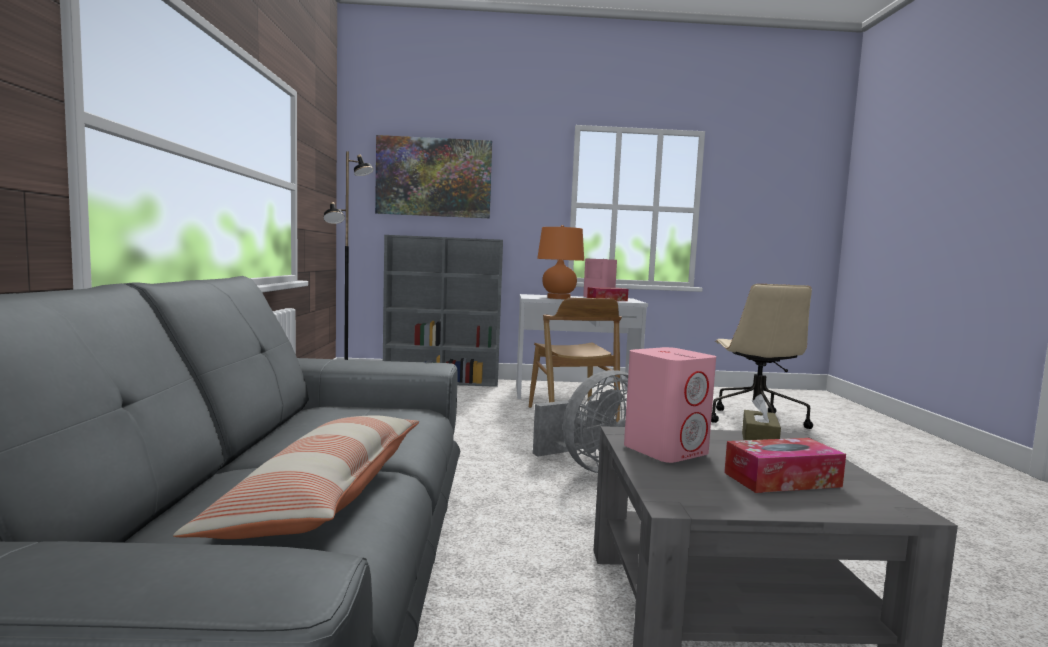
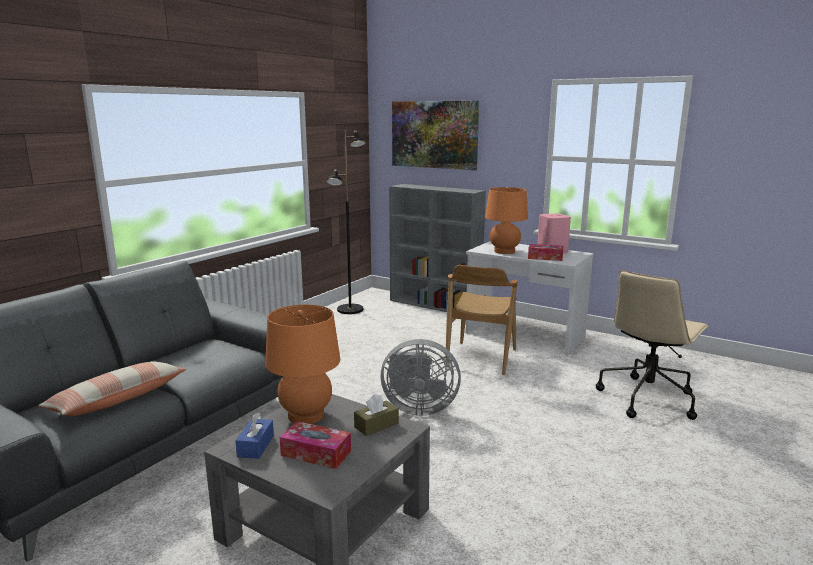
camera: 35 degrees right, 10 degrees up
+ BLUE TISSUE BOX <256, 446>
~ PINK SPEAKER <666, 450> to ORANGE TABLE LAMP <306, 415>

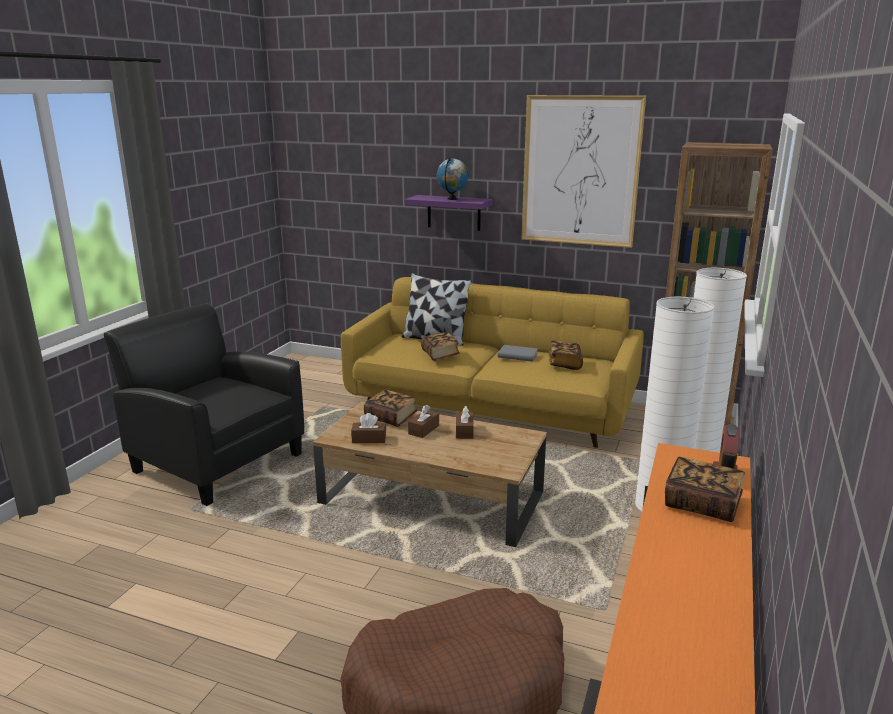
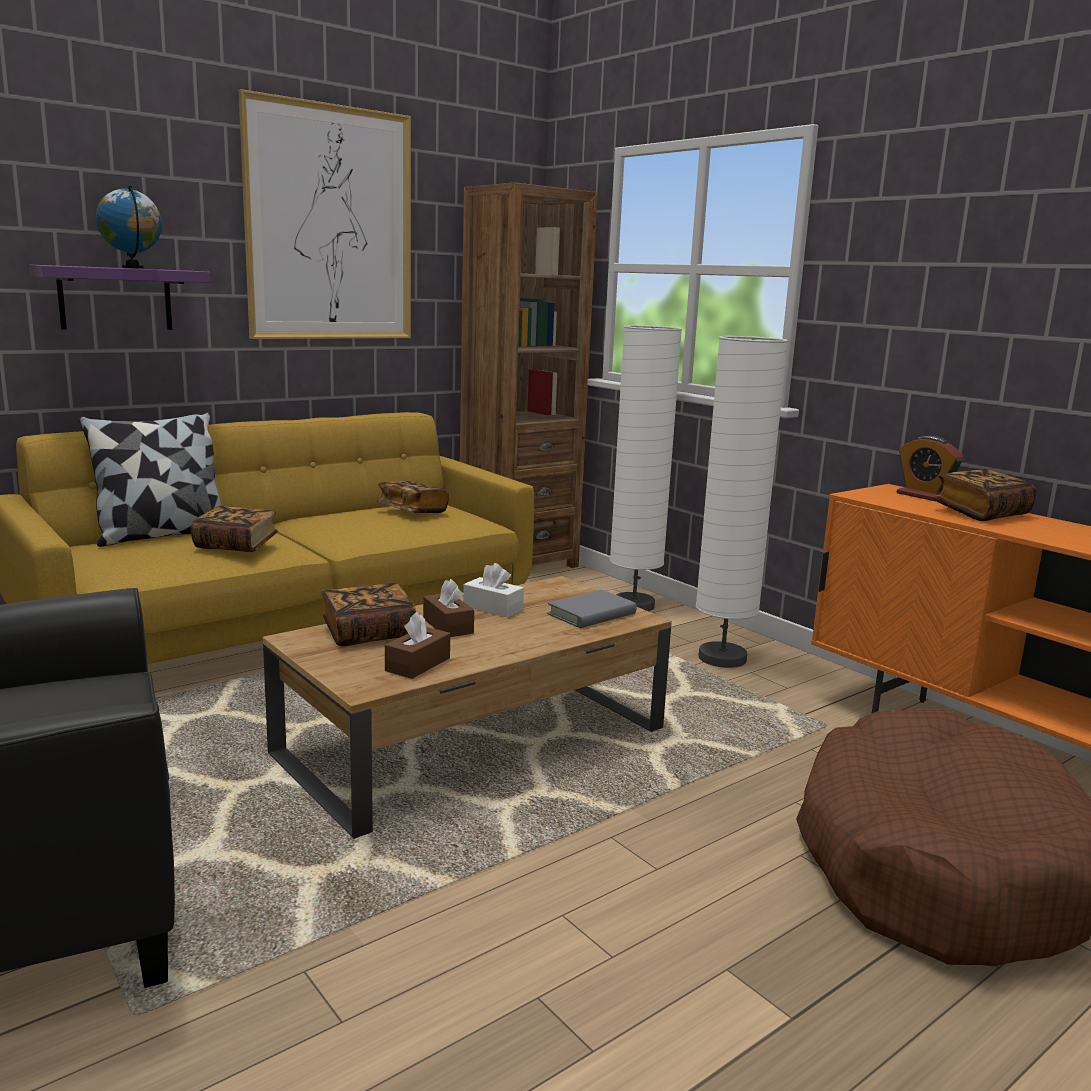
camera: 60 degrees left, 5 degrees down
~ GREY BOOK <517, 355> to <591, 614>
~ BROWN TISSUE BOX <464, 431> to WHITE TISSUE BOX <493, 608>

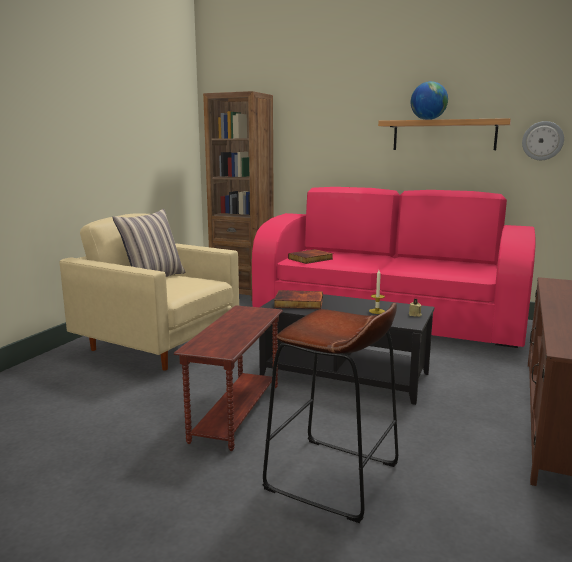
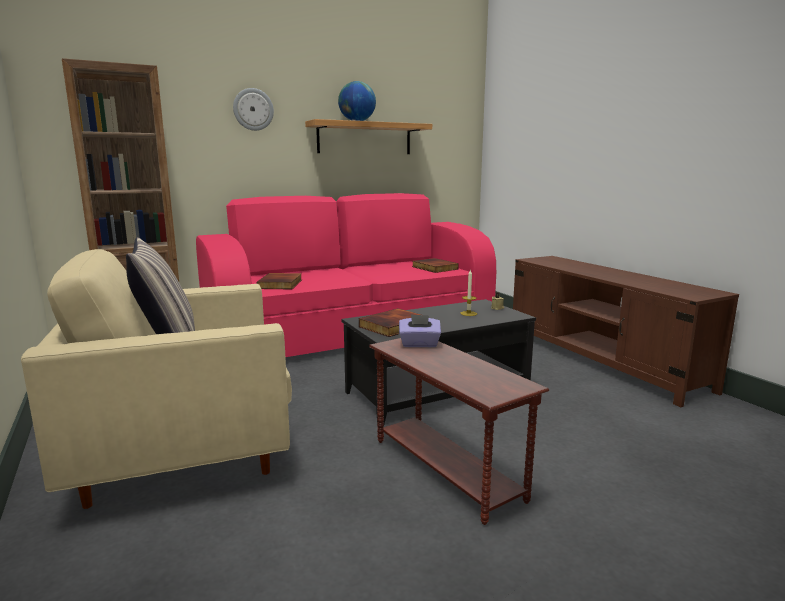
camera: 50 degrees left, 0 degrees up
- BROWN STOOL <332, 477>
+ PURPLE TISSUE BOX <419, 344>
+ BOOK <434, 268>
~ WALL CLOCK <542, 140> to <253, 109>

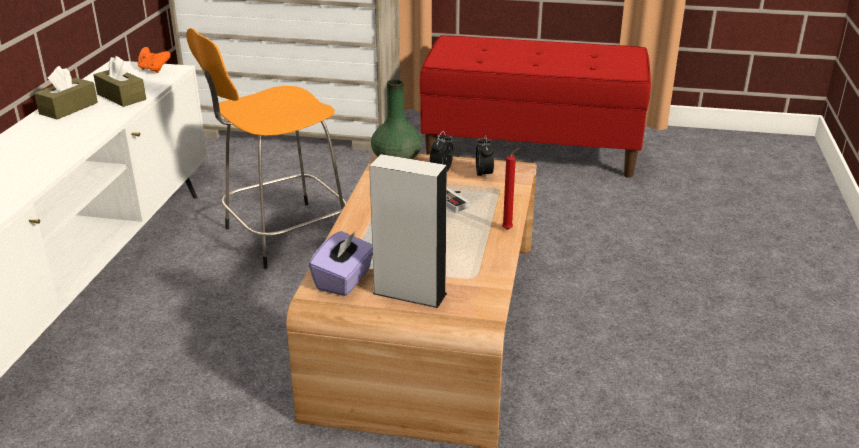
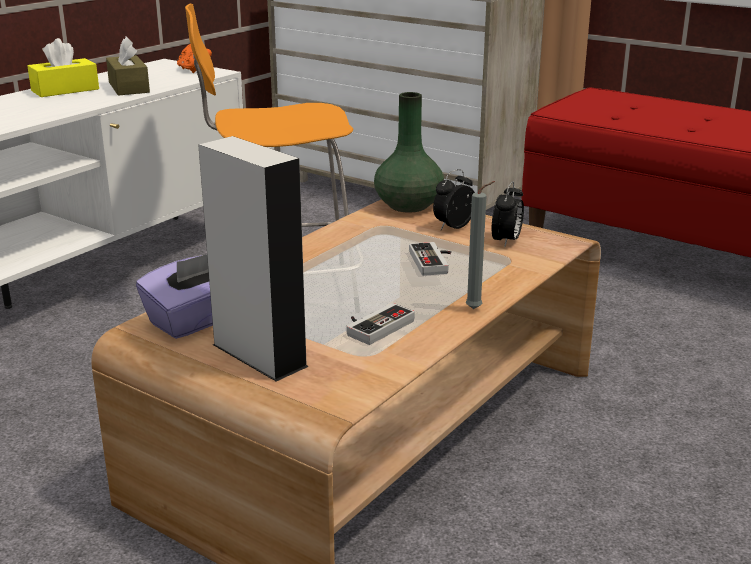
camera: 25 degrees right, 5 degrees down
+ GAME CONTROLLER <375, 326>
~ BROWN TISSUE BOX <68, 108> to YELLOW TISSUE BOX <65, 90>
~ RED CANDLE <509, 229> to GREY CANDLE <476, 309>

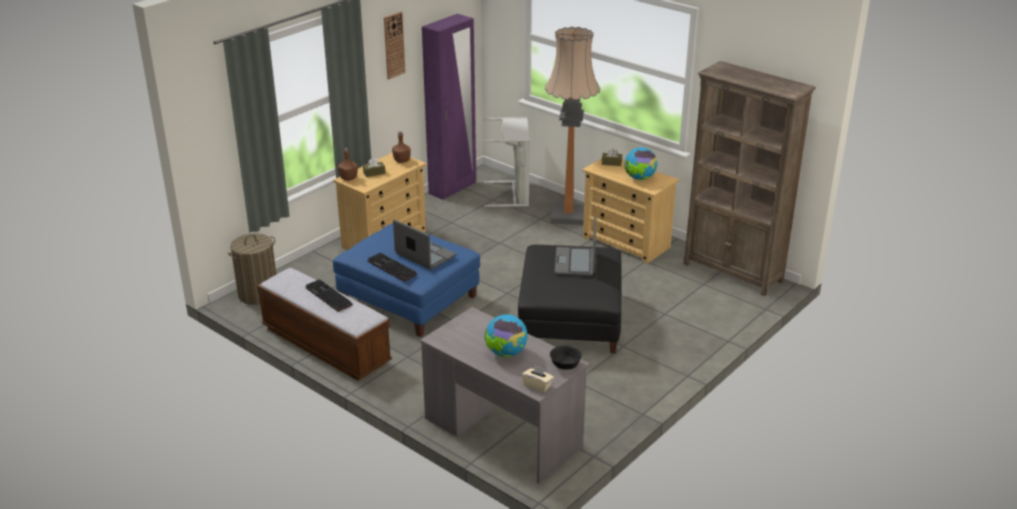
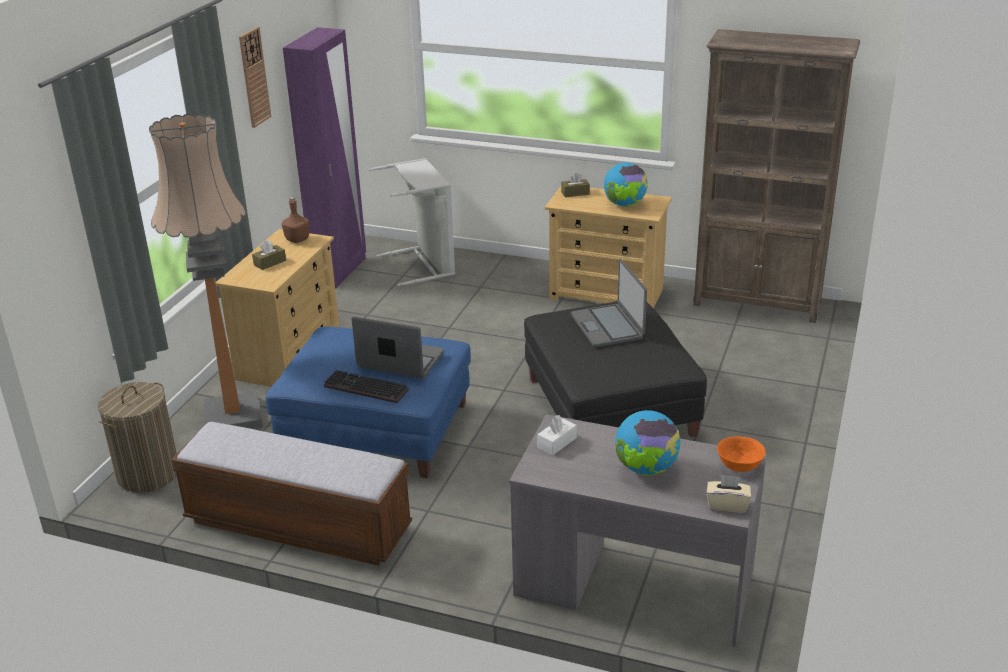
camera: 20 degrees left, 0 degrees up
- KEYBOARD <327, 296>
- BROWN BOTTLE <348, 178>
+ WHITE TISSUE BOX <557, 443>
~ FLOOR LAMP <568, 216> to <233, 416>
~ BLACK BOWL <565, 365> to ORANGE BOWL <739, 466>

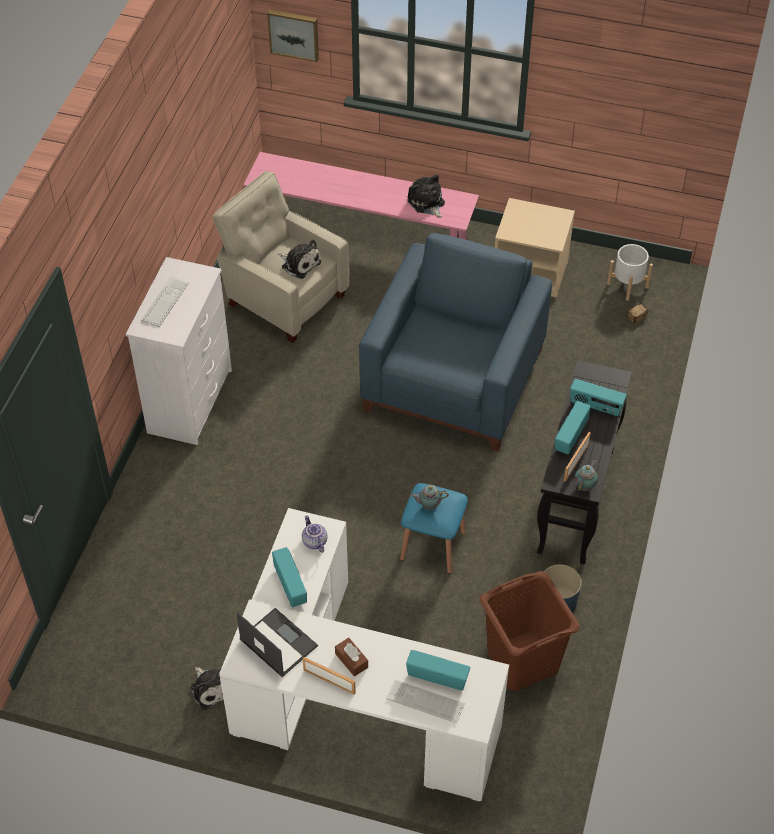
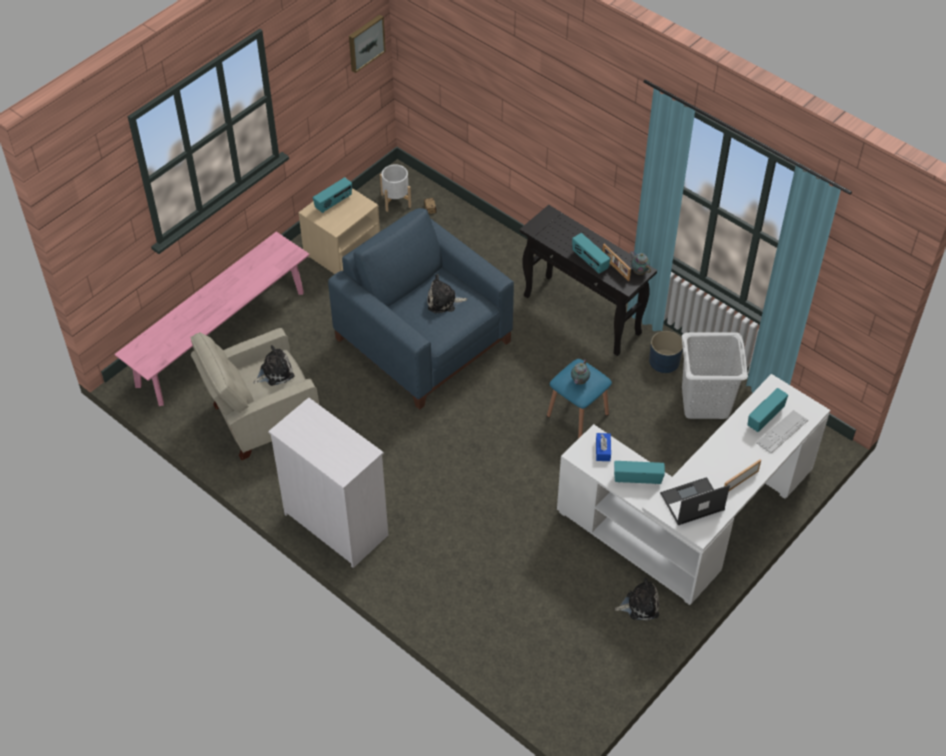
camera: 65 degrees left, 0 degrees up
- KEYBOARD <165, 302>
- BROWN TISSUE BOX <351, 660>
~ PICTURE <294, 34> to <365, 42>
~ PLUSH TOY <426, 203> to <444, 302>
~ RADIO <595, 406> to <333, 203>
~ TEAPOT <314, 542> to BLUE TISSUE BOX <603, 450>
~ BROWN LAUNDRY BASKET <522, 661> to WHITE LAUNDRY BASKET <705, 402>

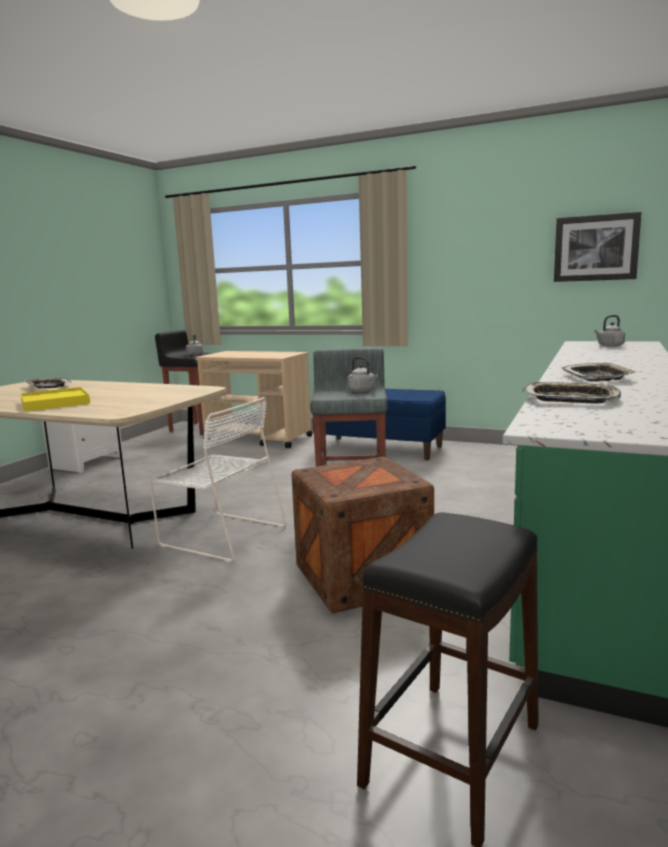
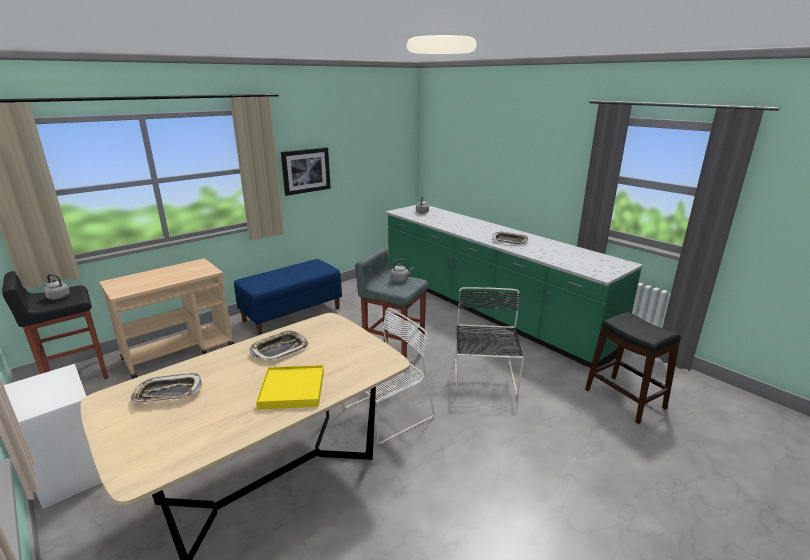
camera: 65 degrees left, 10 degrees up
~ TRAY <570, 399> to <279, 349>
~ PICTURE <595, 248> to <306, 171>
~ CRATE <362, 577> to BLACK CHAIR <484, 378>

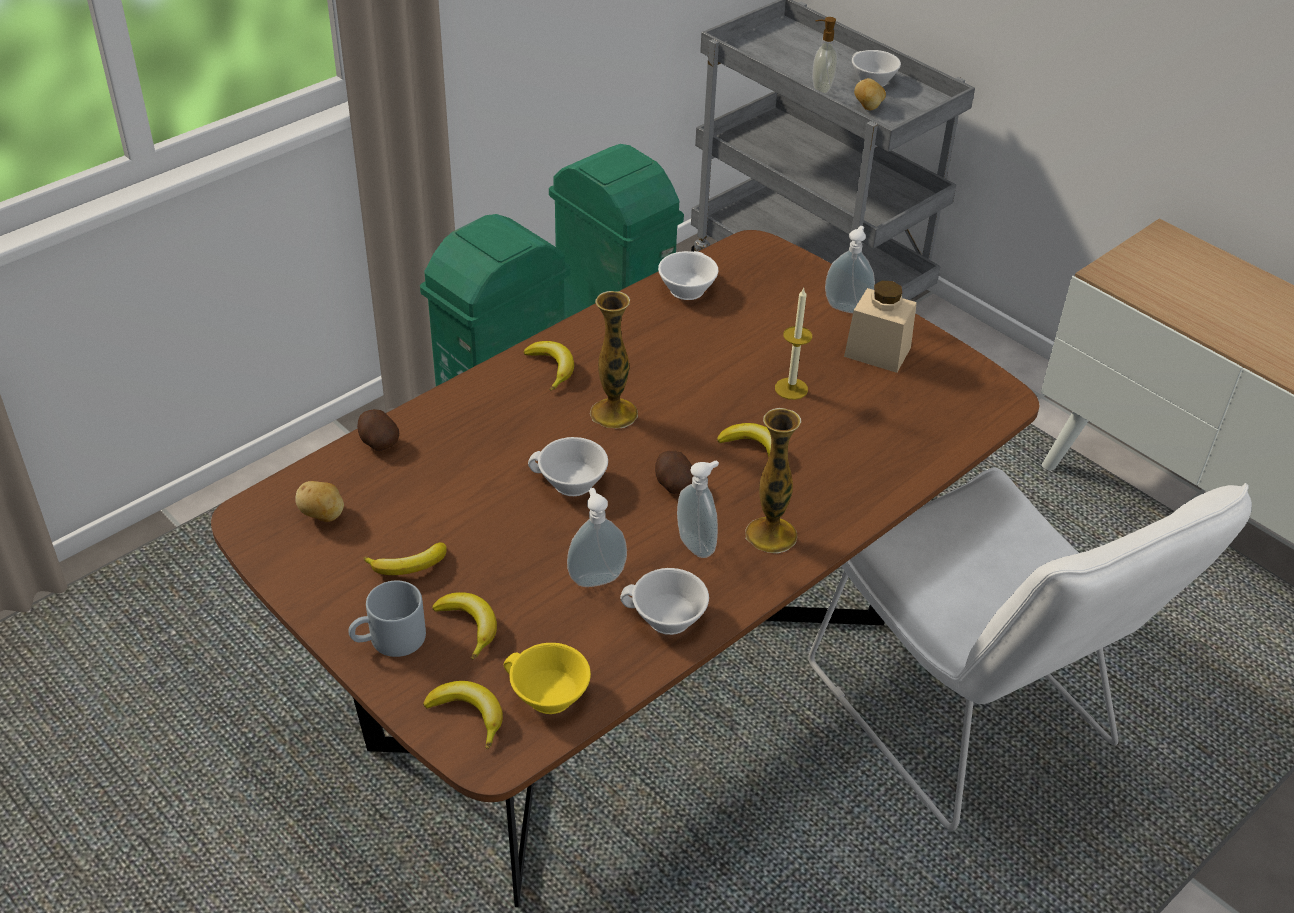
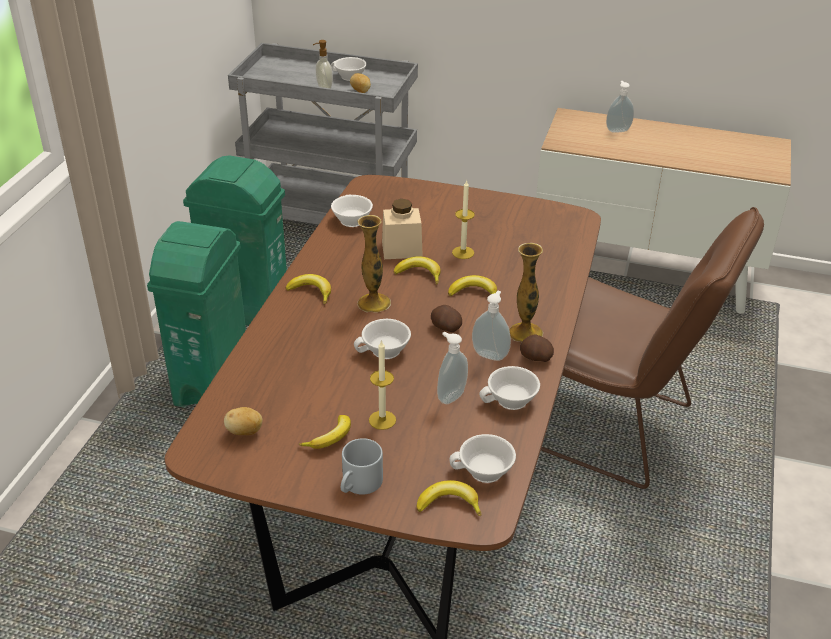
camera: 30 degrees left, 5 degrees down
+ CANDLE <382, 420>
~ POTATO <377, 442> to <535, 358>
~ BANANA <469, 626> to <419, 274>
~ SOAP DISPENSER <847, 307> to <617, 130>
~ BEIGE JAR <877, 352> to <402, 250>
~ YELLOW CUP <546, 696> to WHITE CUP <484, 472>
~ WHITE CHAIR <972, 720> to BROWN CHAIR <609, 426>

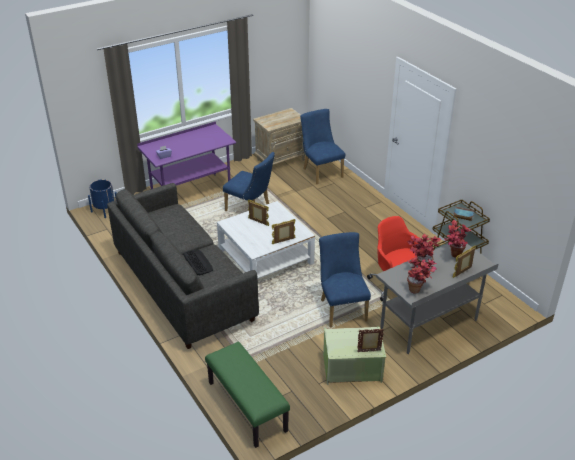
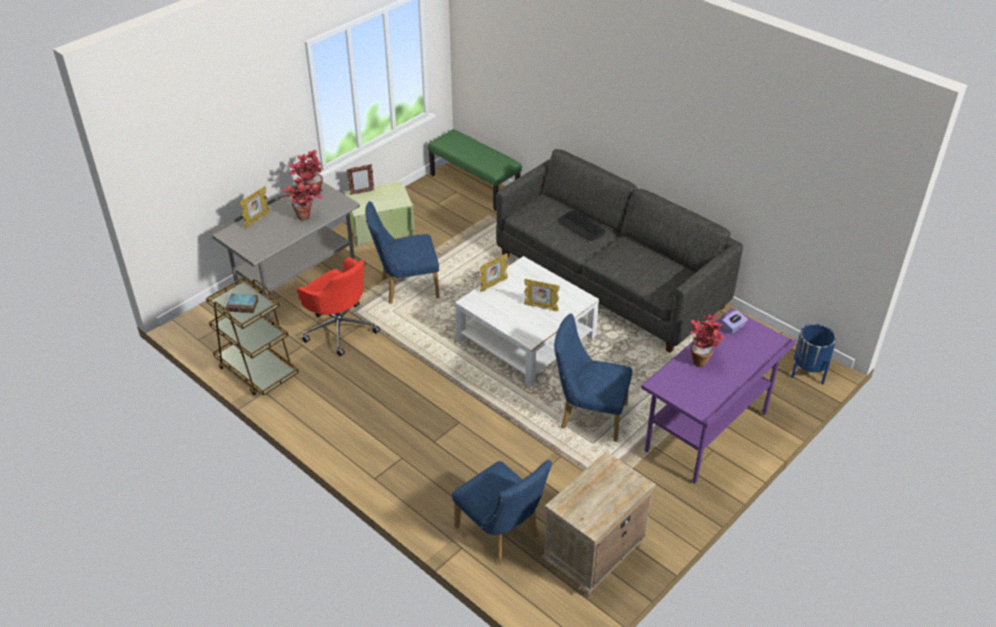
camera: 165 degrees right, 5 degrees up
~ POTTED PLANT <453, 256> to <702, 359>
~ BLUE CHAIR <341, 308> = <405, 287> 105 degrees clockwise

